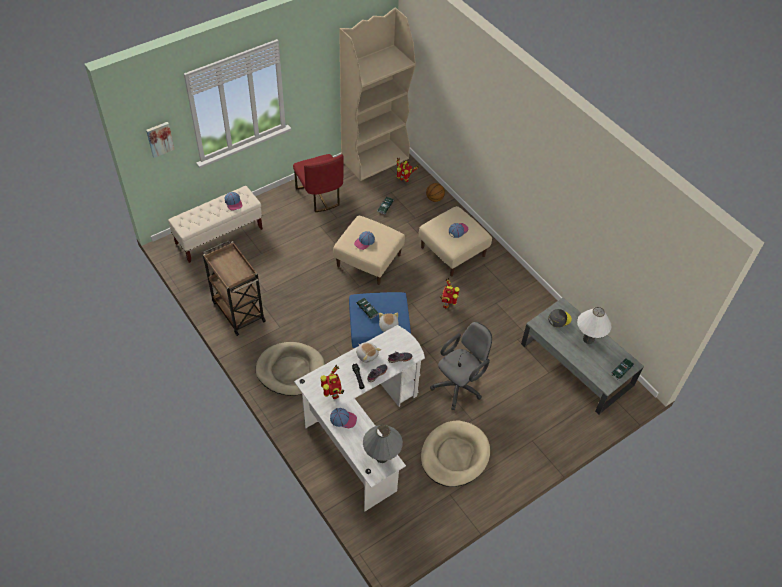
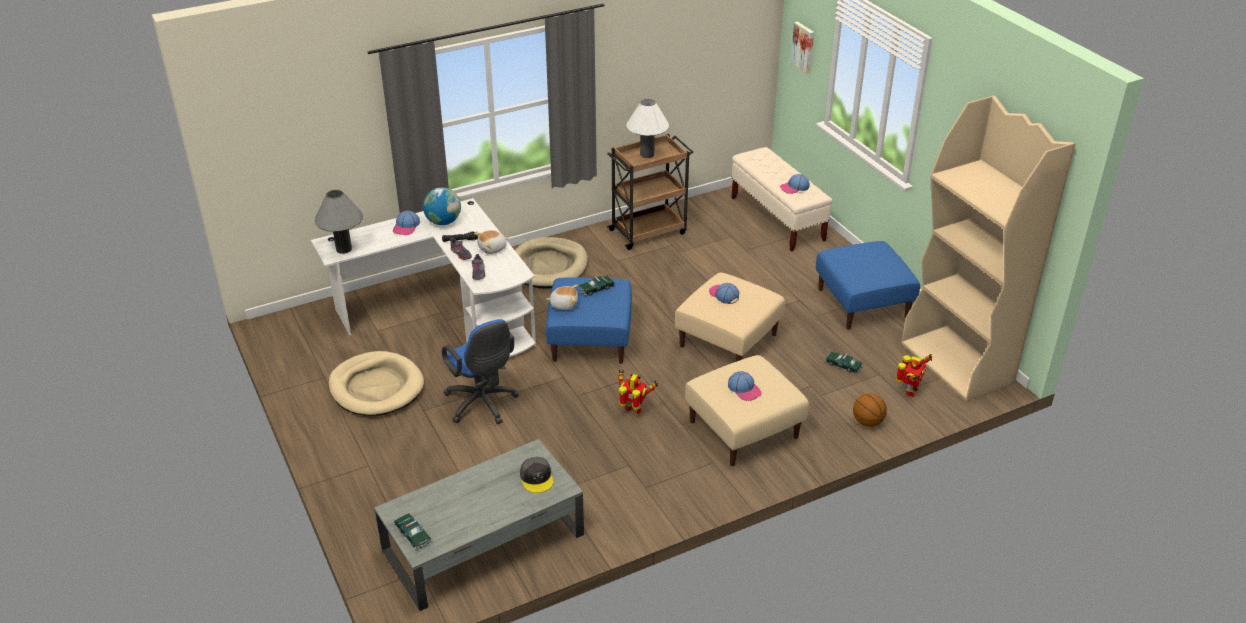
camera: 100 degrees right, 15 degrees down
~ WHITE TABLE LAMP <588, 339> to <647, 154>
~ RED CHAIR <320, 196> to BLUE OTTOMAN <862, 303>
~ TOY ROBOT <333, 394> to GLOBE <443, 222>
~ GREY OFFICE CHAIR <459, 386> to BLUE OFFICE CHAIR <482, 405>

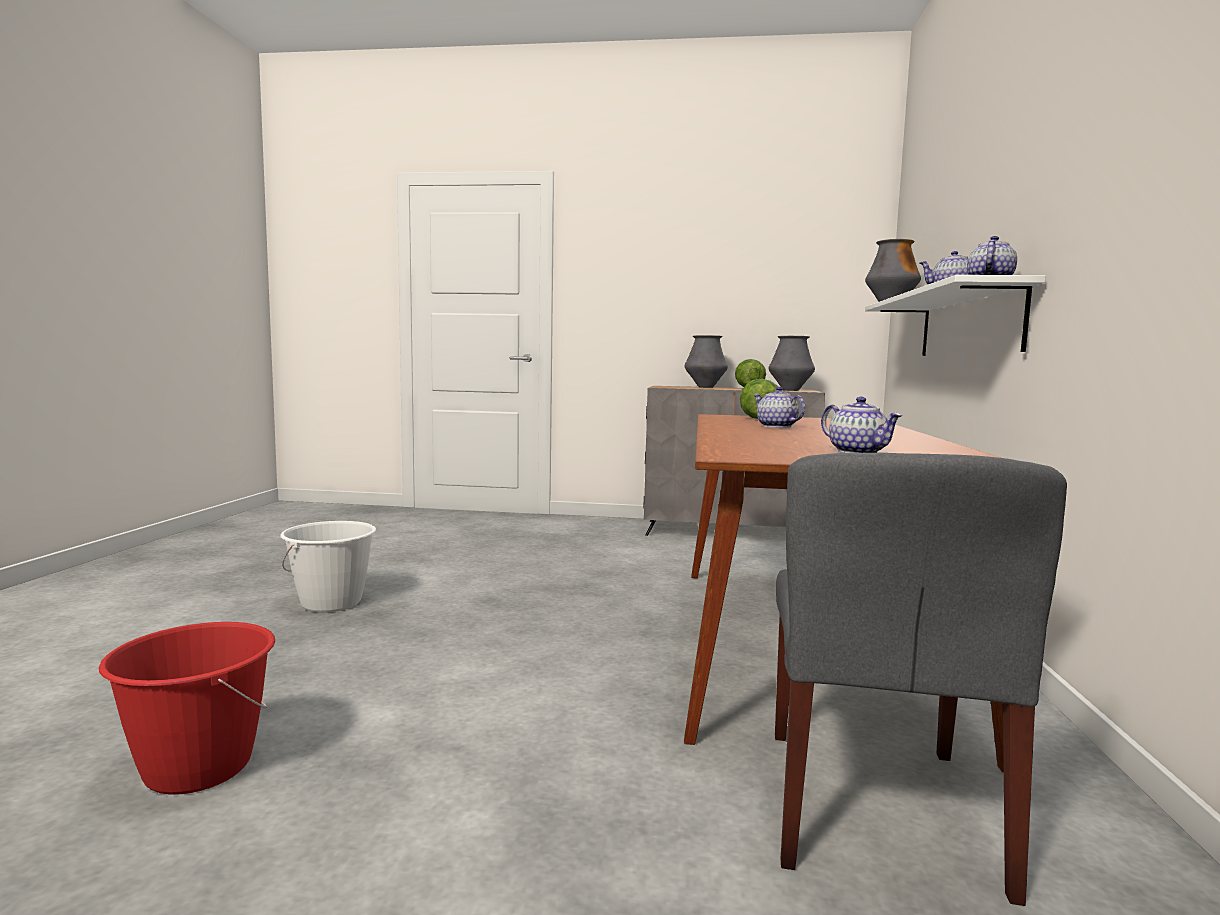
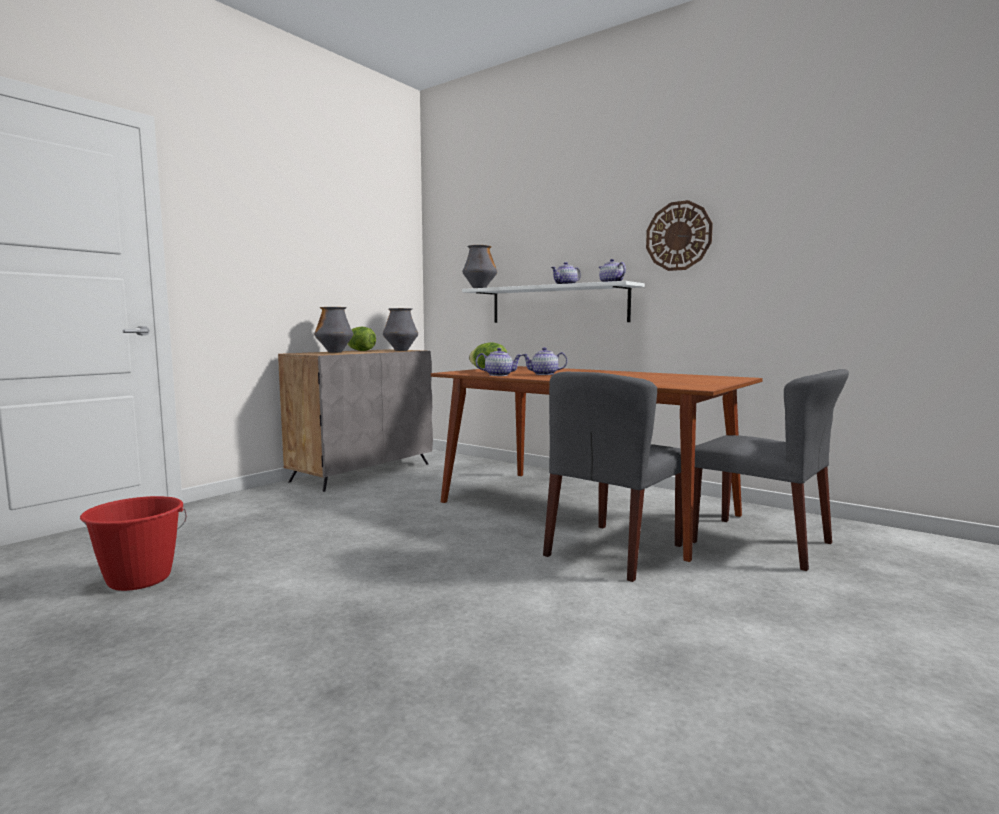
camera: 60 degrees left, 0 degrees up
- WHITE BUCKET <332, 603>
+ GREY CHAIR <614, 551>
+ WALL CLOCK <678, 236>
~ RED BUCKET <197, 768> to <139, 579>
~ TEAPOT <858, 452> to <499, 375>

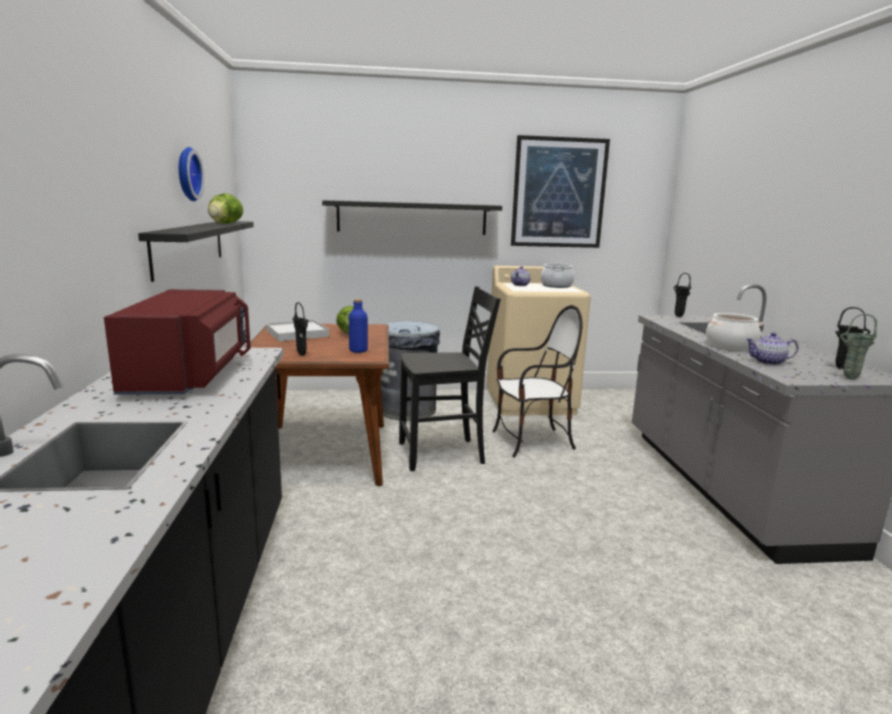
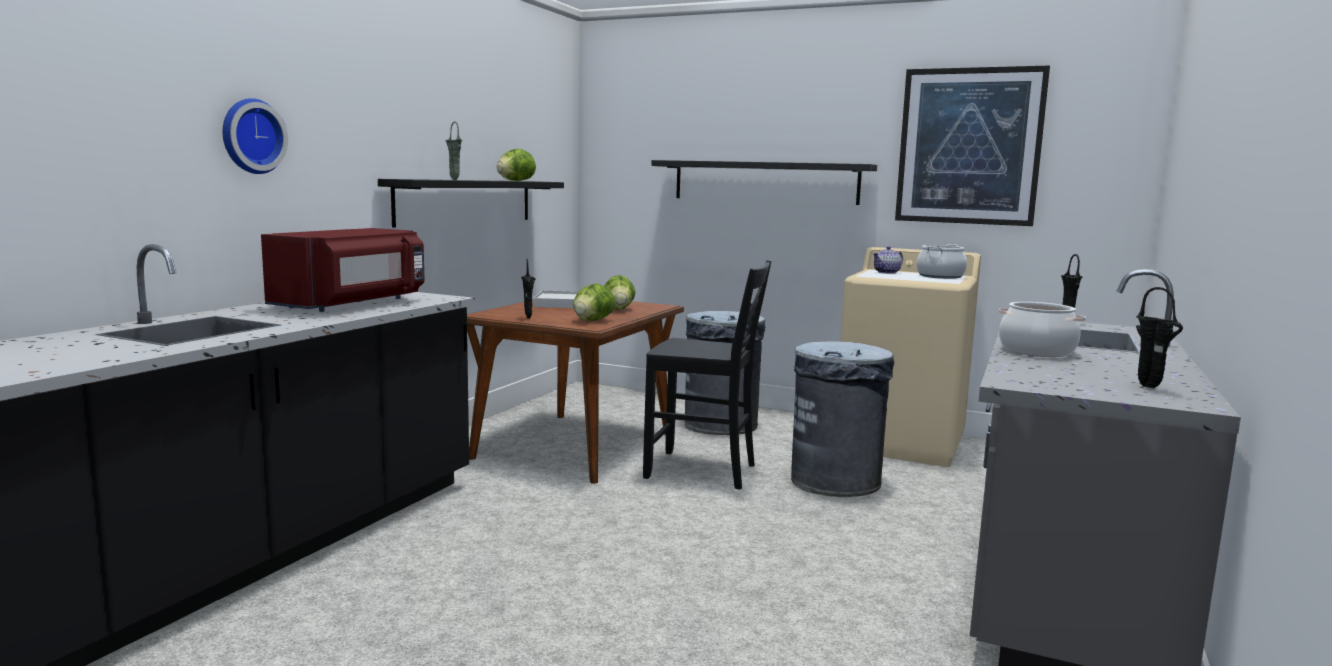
camera: 30 degrees right, 5 degrees down
- TEAPOT <769, 362>
~ WALL CLOCK <186, 174> to <250, 136>
~ GREEN VASE <848, 379> to <453, 179>
~ BLUE BOTTLE <358, 350> to LETTUCE <592, 321>
~ CHAIR <532, 442> to GREY TRASH CAN <836, 481>

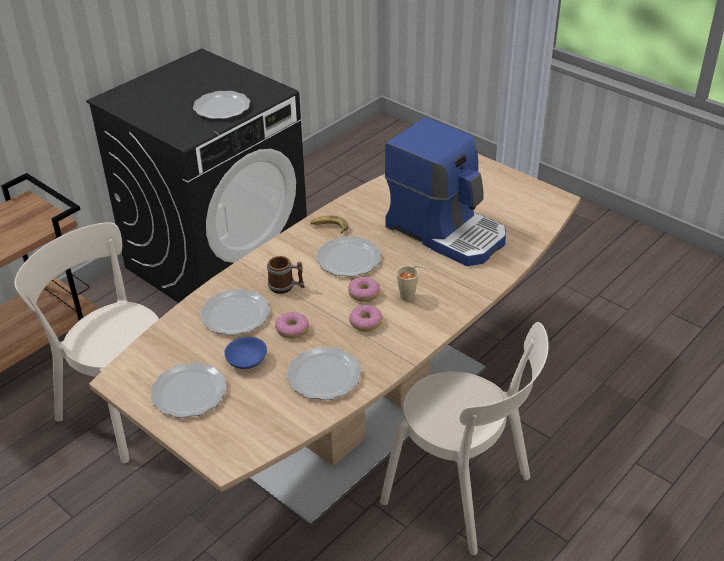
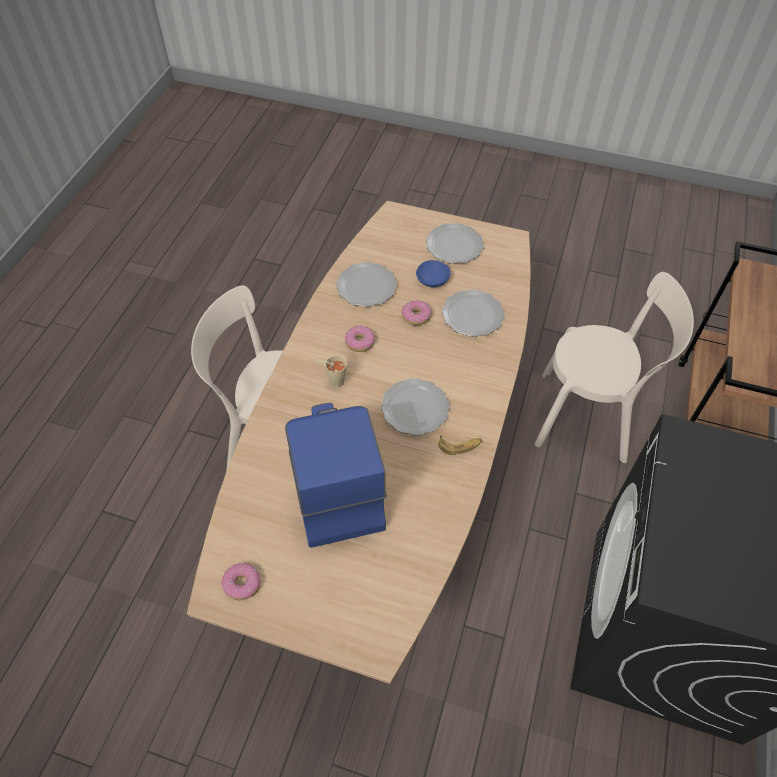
camera: 155 degrees right, 15 degrees up
- PLATE <222, 107>
- MUG <286, 287>
~ DONUT <364, 294> to <242, 584>
~ COFFEE MACHINE <447, 231> = <332, 484> 60 degrees clockwise

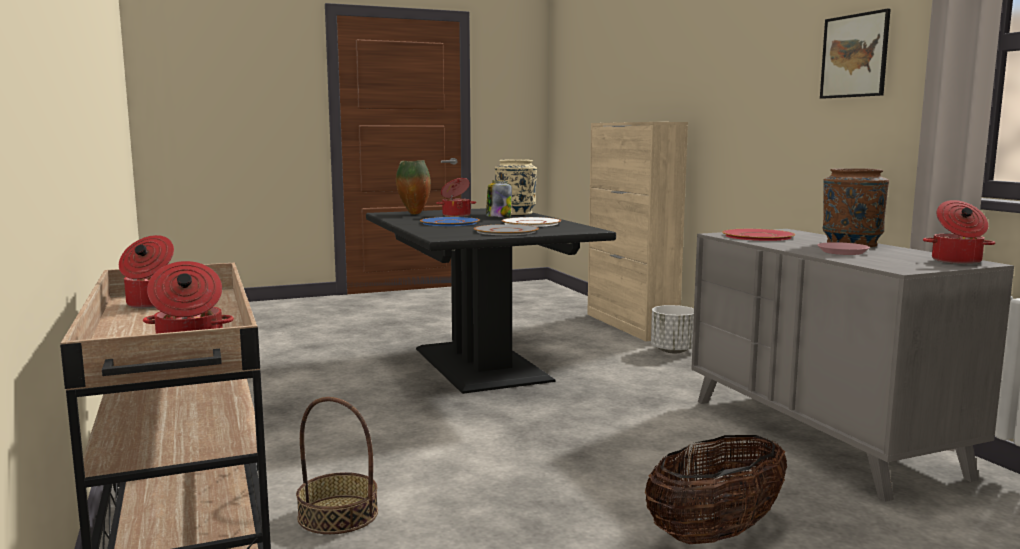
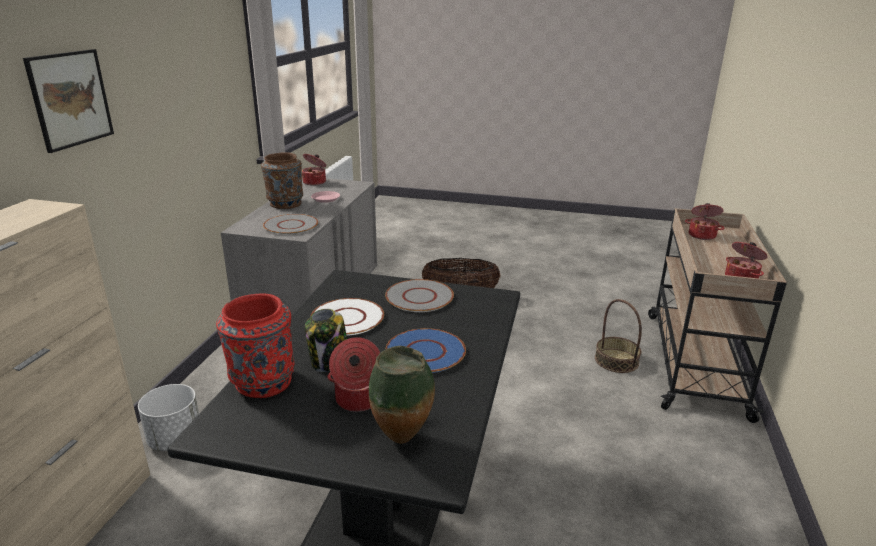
camera: 145 degrees left, 15 degrees up
~ PICTURE <854, 56> to <70, 99>
~ BEIGE VASE <515, 213> to RED VASE <262, 383>
~ RED PLATE <757, 236> to GREY PLATE <291, 225>

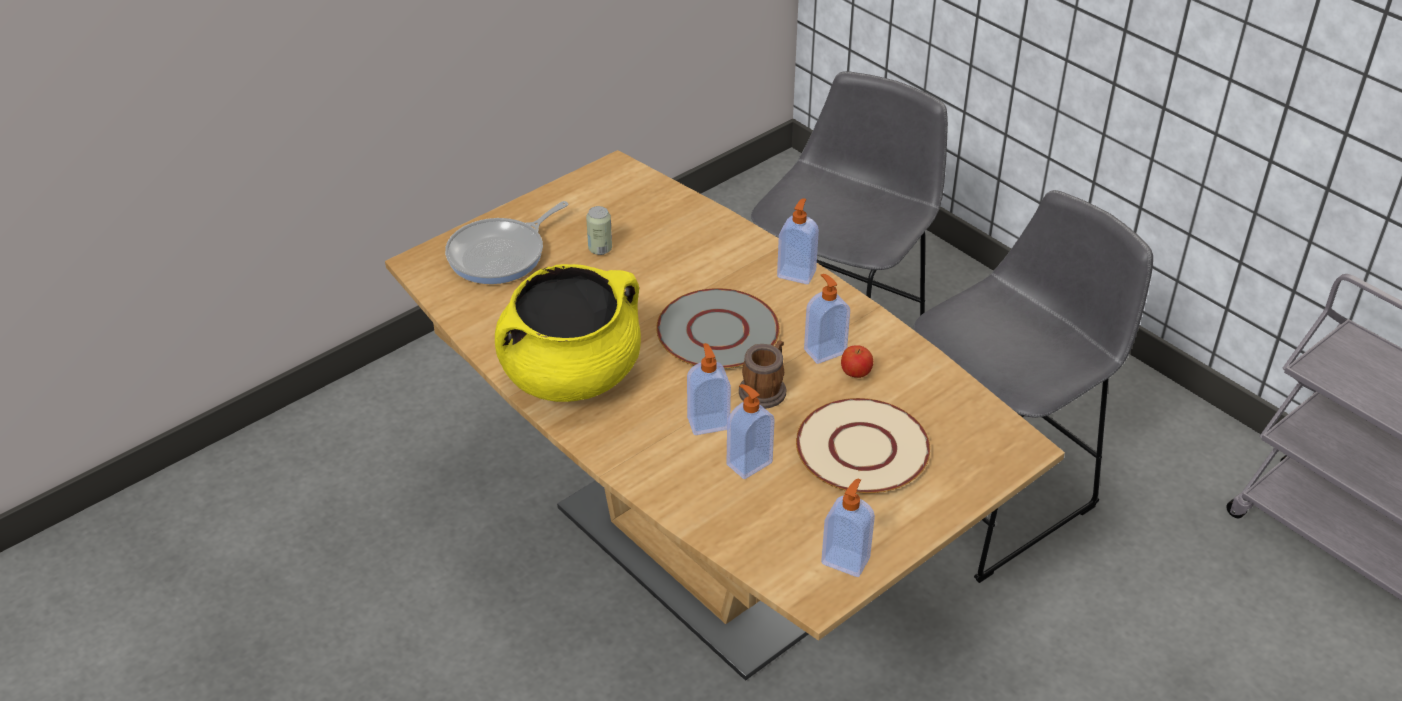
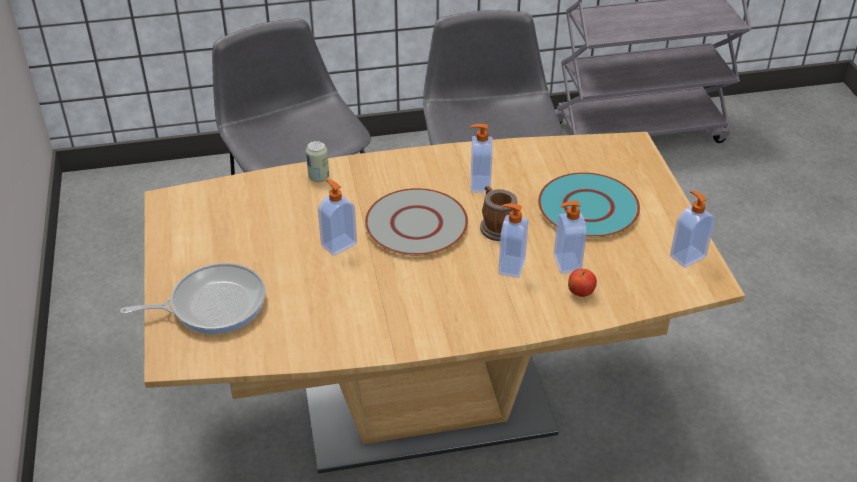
camera: 60 degrees left, 0 degrees up
- YELLOW COOKING POT <571, 375>
~ CAN <600, 249> to <318, 177>
~ SOAP DISPENSER <797, 273> to <338, 244>
~ APPLE <856, 374> to <580, 293>
~ BEIGE PLATE <862, 448> to TURQUOISE PLATE <587, 207>
~ FRYING PAN <501, 255> = <212, 304> 90 degrees counterclockwise

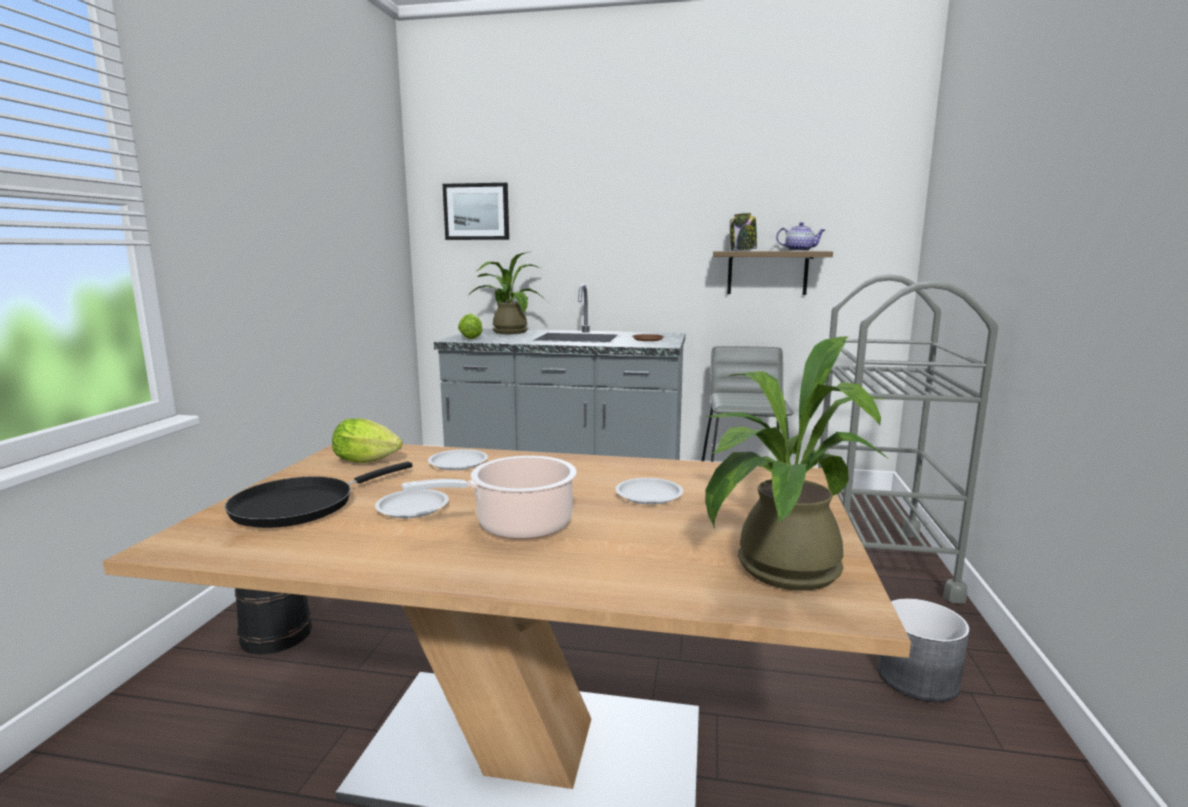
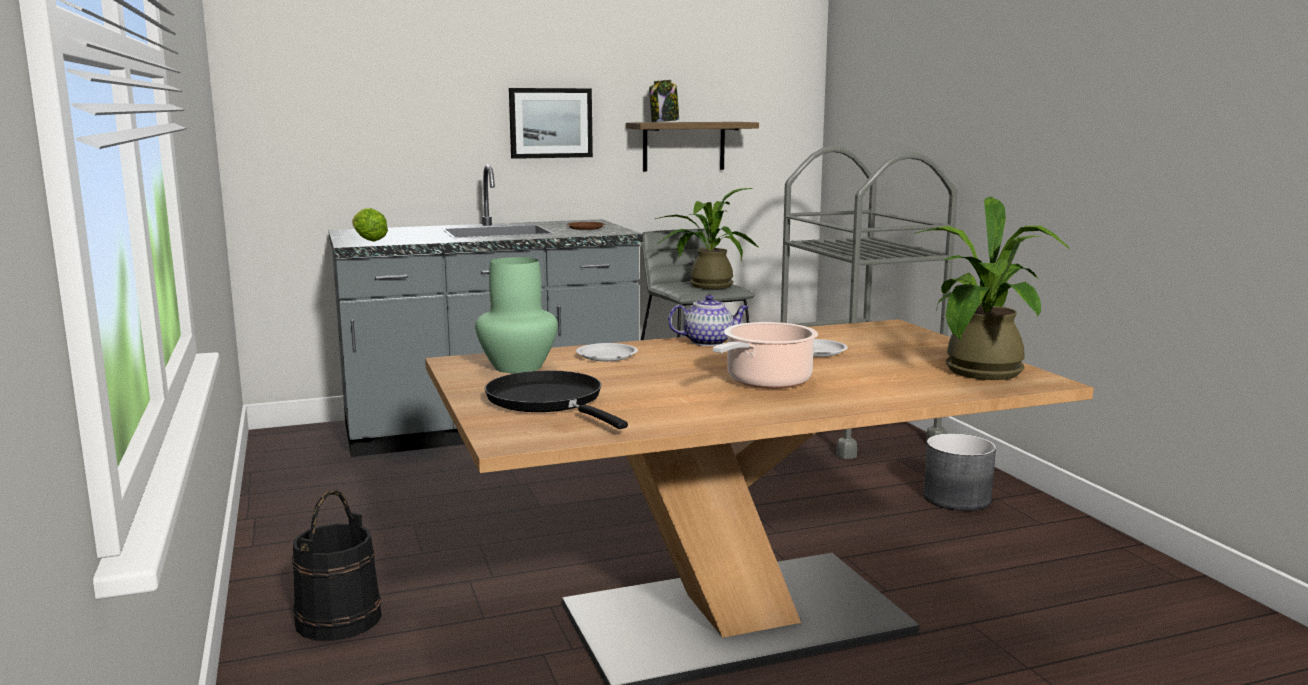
camera: 30 degrees left, 0 degrees up
- WHITE PLATE <412, 508>
~ PICTURE <476, 212> to <550, 123>
~ POTTED PLANT <508, 331> to <706, 285>
~ TEAPOT <800, 250> to <709, 342>
~ LETTUCE <370, 462> to GREEN VASE <516, 367>
~ BLACK FRYING PAN <301, 506> = <549, 401> 135 degrees clockwise

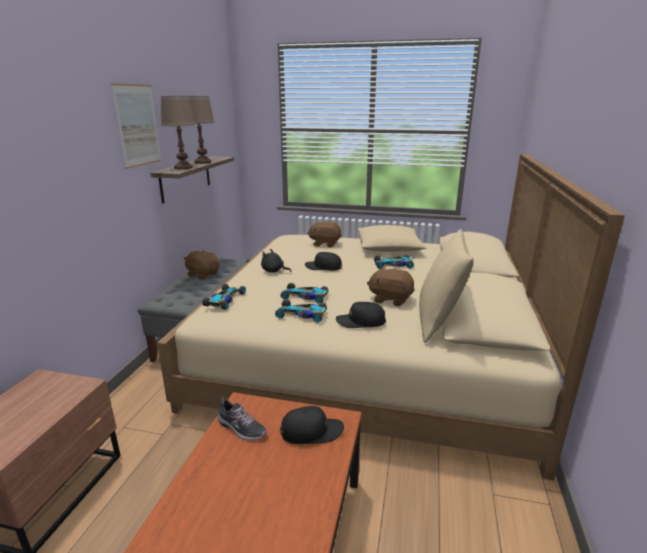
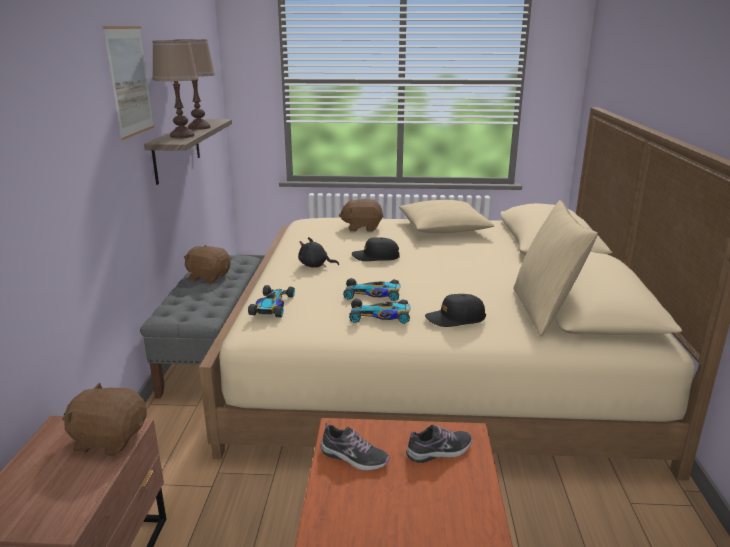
camera: 10 degrees left, 0 degrees up
- TOY CAR <394, 265>
~ BROWN PLUSH TOY <390, 299> to <109, 439>
~ BLACK CAP <311, 431> to SHOE <439, 451>

